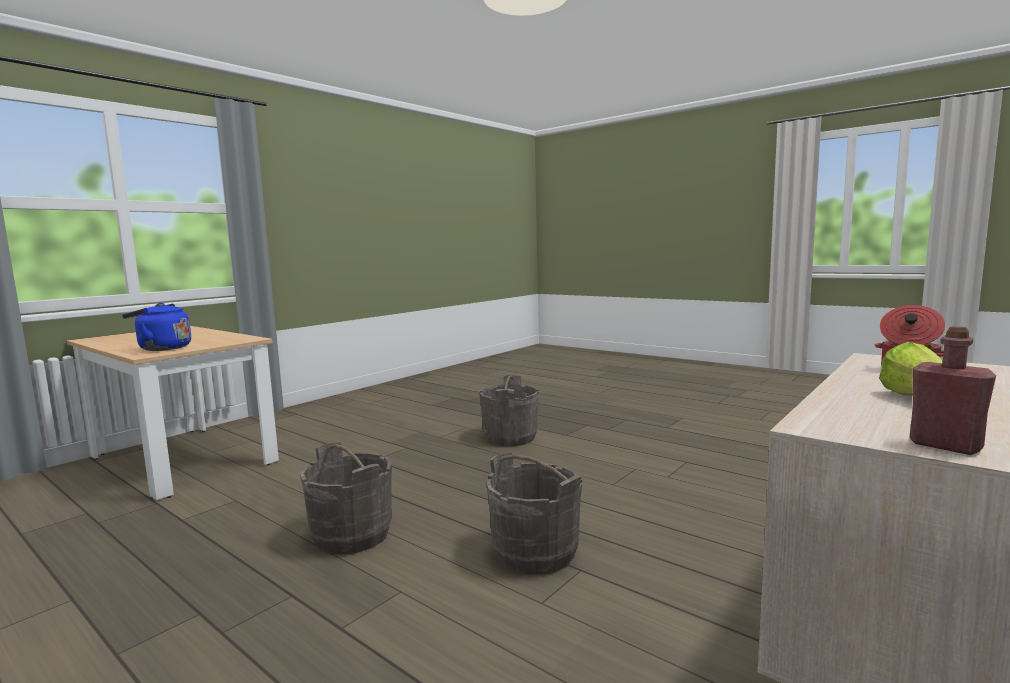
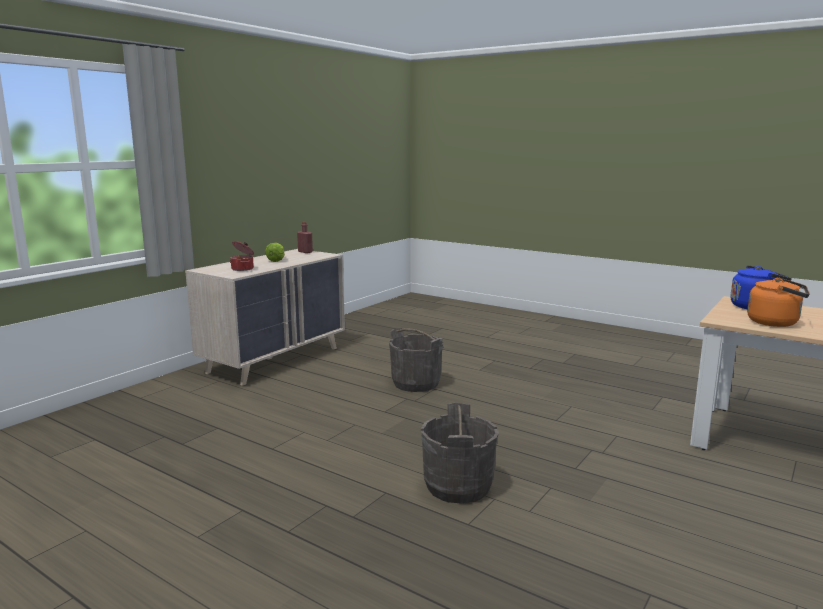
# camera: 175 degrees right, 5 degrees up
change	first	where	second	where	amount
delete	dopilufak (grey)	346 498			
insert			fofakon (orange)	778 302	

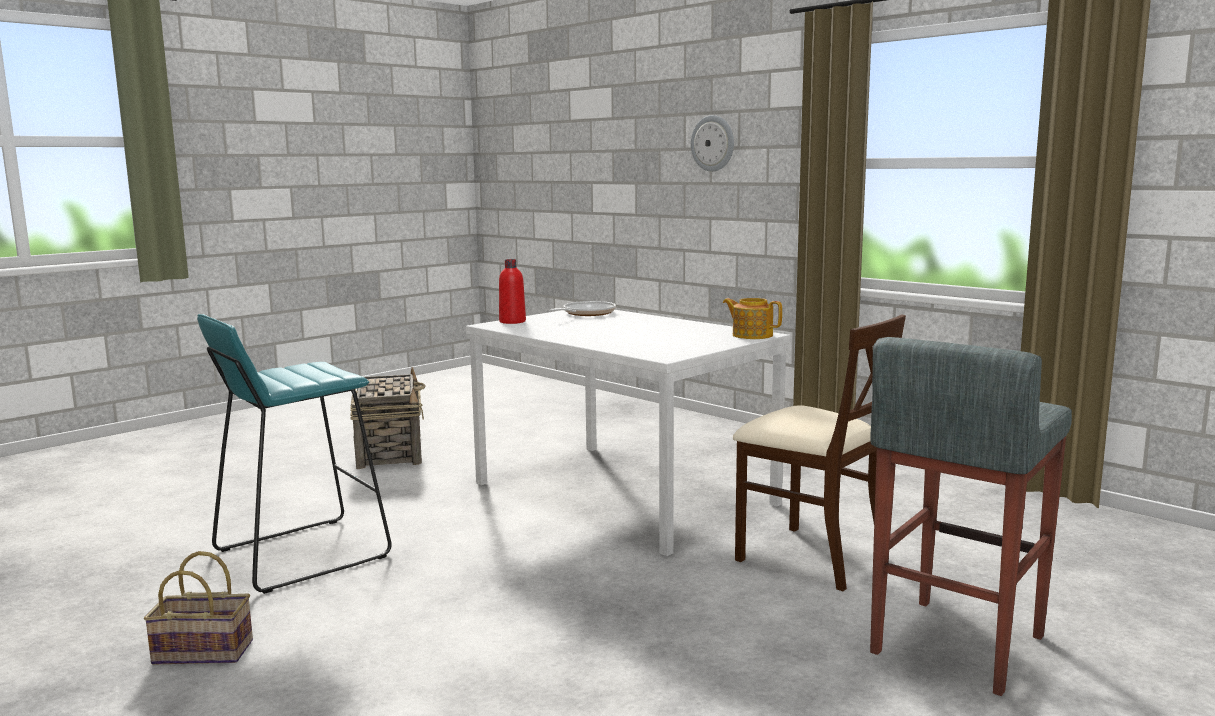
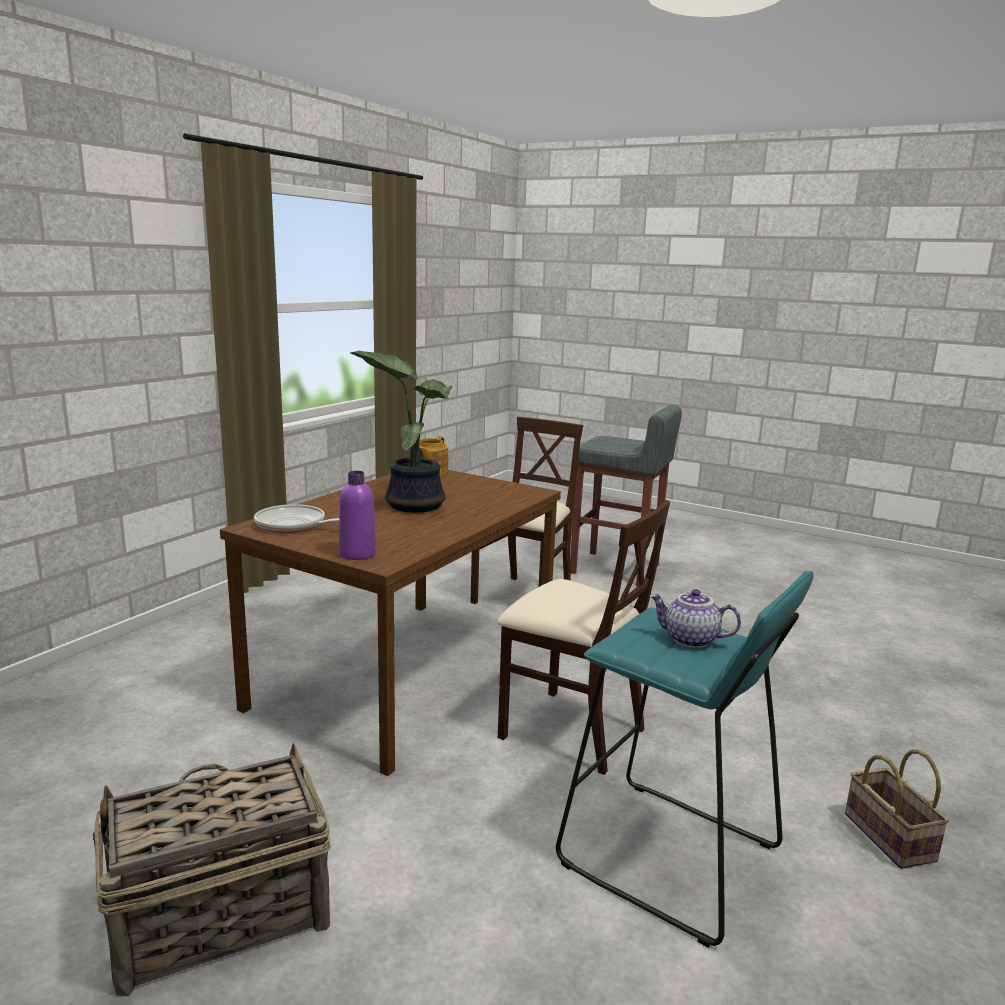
# camera: 105 degrees left, 5 degrees up
change	first	where	second	where	amount
delete	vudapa	712 143			
recolor	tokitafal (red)	512 291	tokitafal (purple)	357 515	
recolor	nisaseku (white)	628 433	nisaseku (brown)	390 623	
insert			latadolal	401 432	
insert			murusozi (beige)	583 637	
insert			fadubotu	695 618	

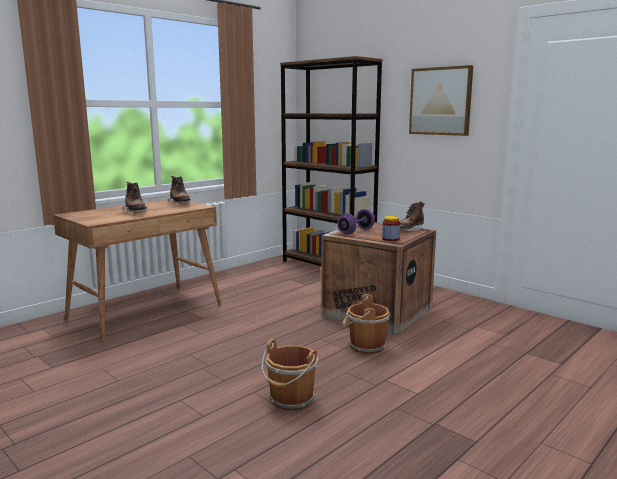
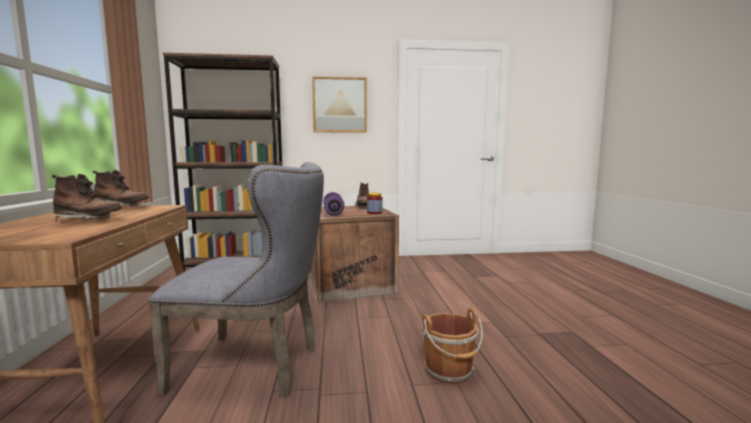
# camera: 50 degrees left, 5 degrees down
change	first	where	second	where	amount
delete	dopilufak (brown)	366 324			
insert			murusozi (grey)	236 280	

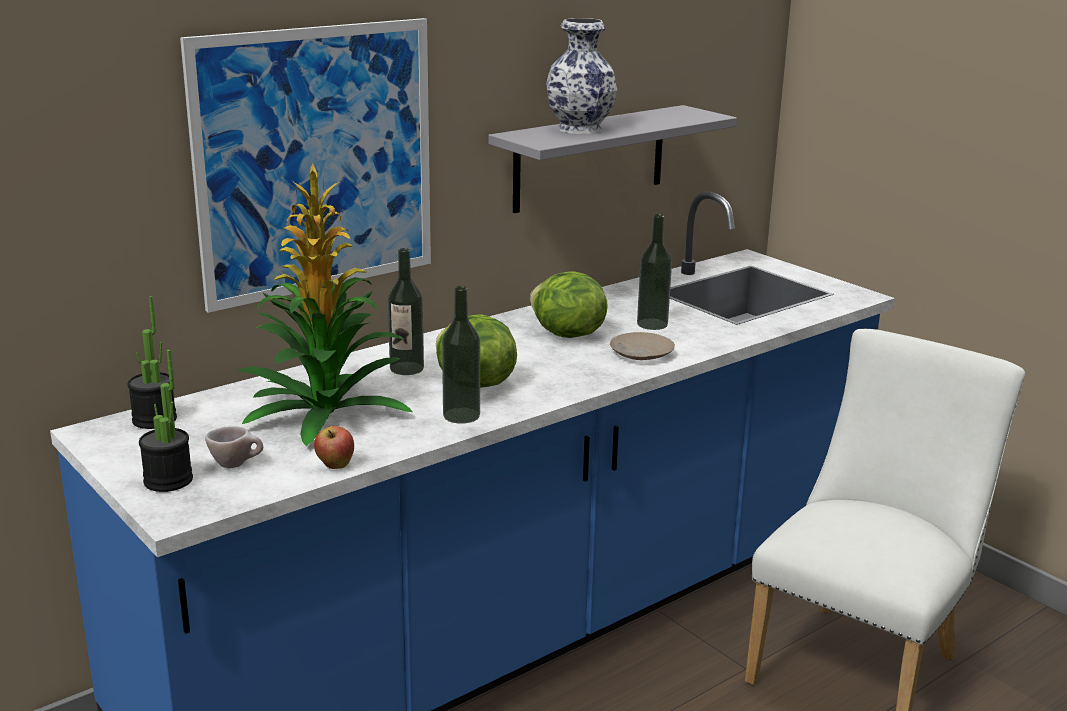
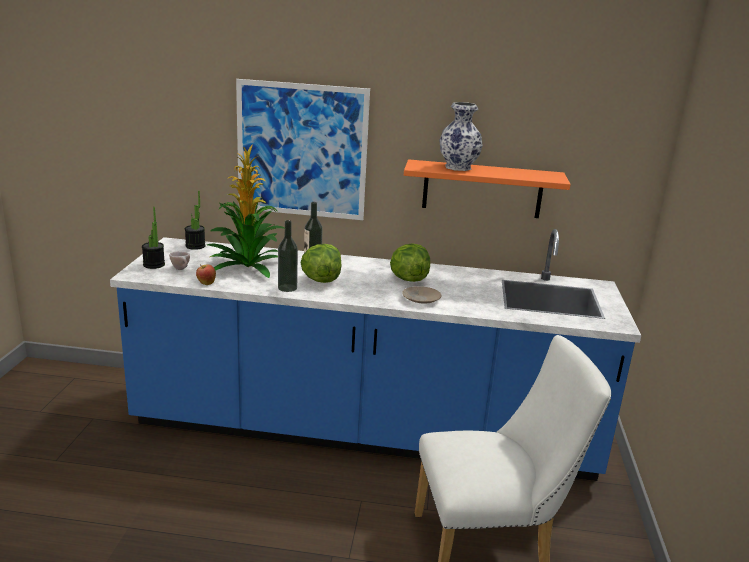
# camera: 45 degrees right, 0 degrees up
change	first	where	second	where	amount
recolor	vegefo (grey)	612 159	vegefo (orange)	487 188	
delete	tokitafal	654 272			

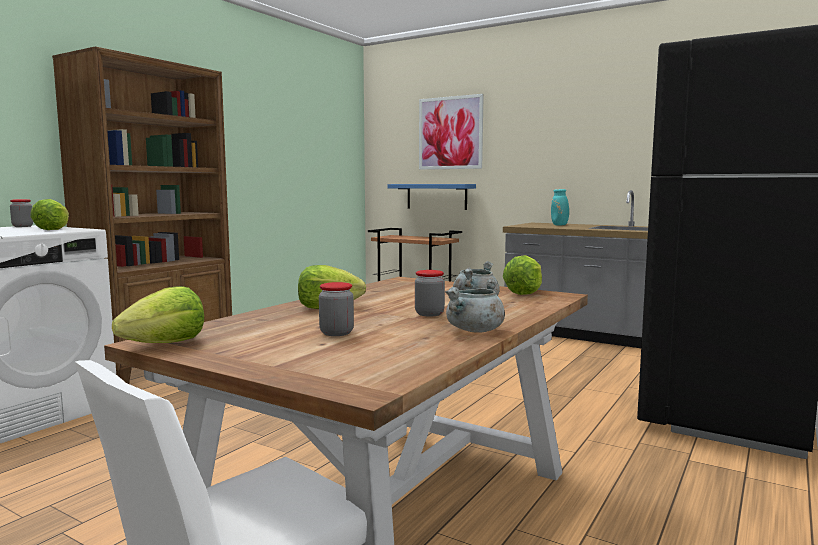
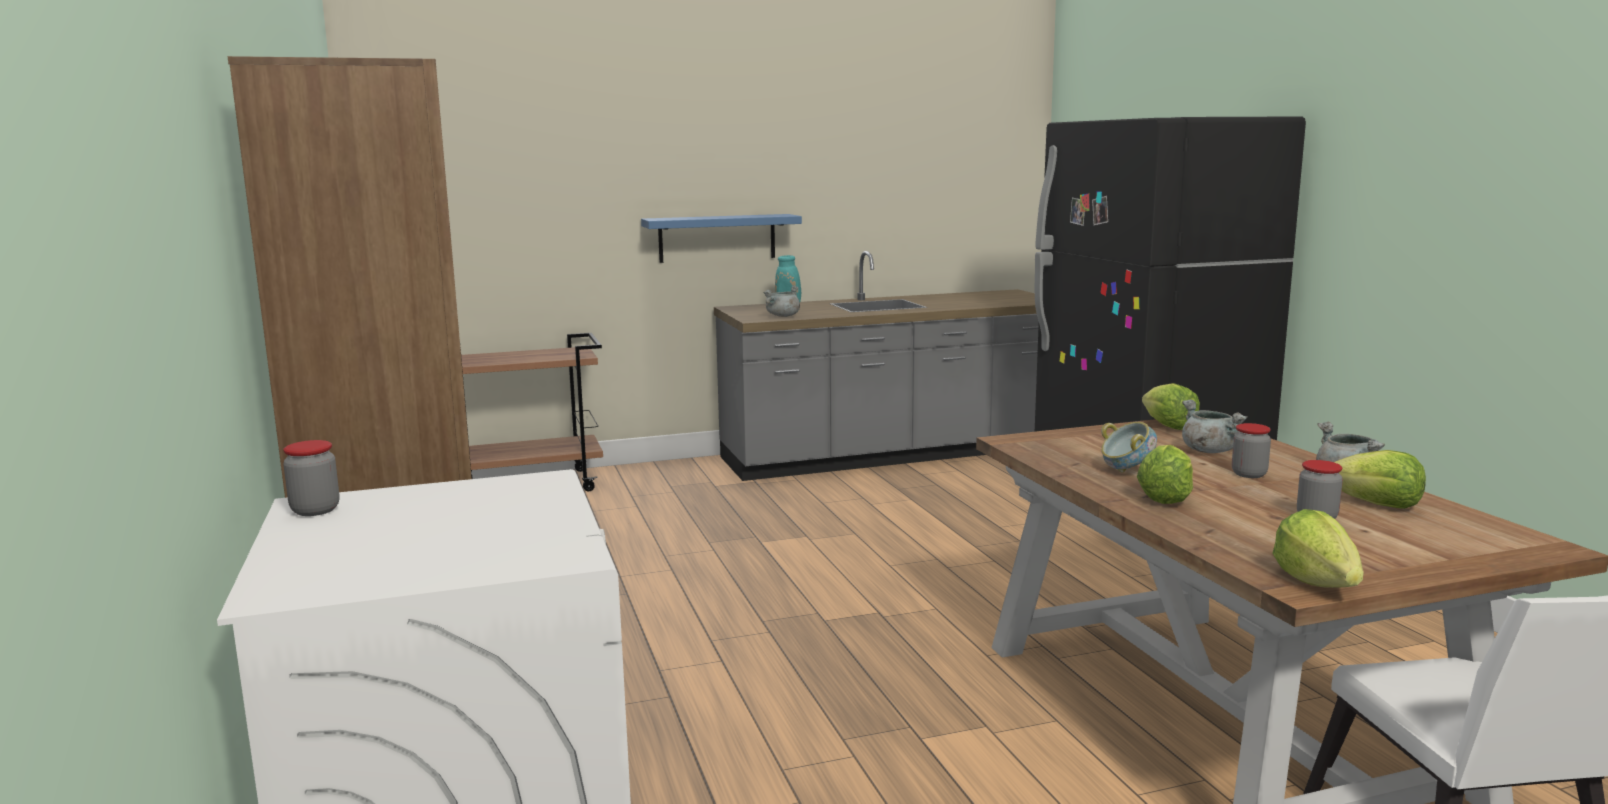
# camera: 50 degrees left, 5 degrees up
change	first	where	second	where	amount
delete	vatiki	451 132			
move	vegefo (blue)	432 197		721 238	
move	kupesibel	49 214		1380 479	
insert			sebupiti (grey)	781 301	
insert			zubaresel	1129 447	

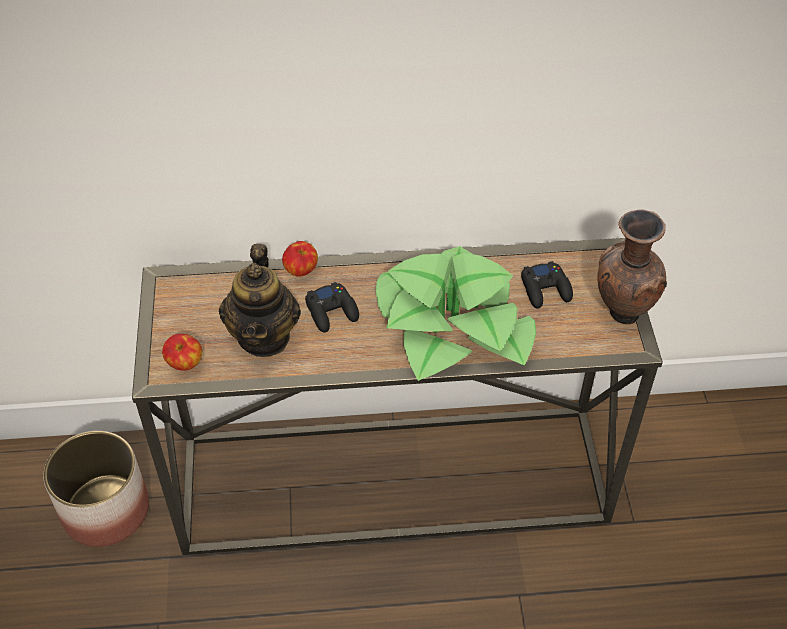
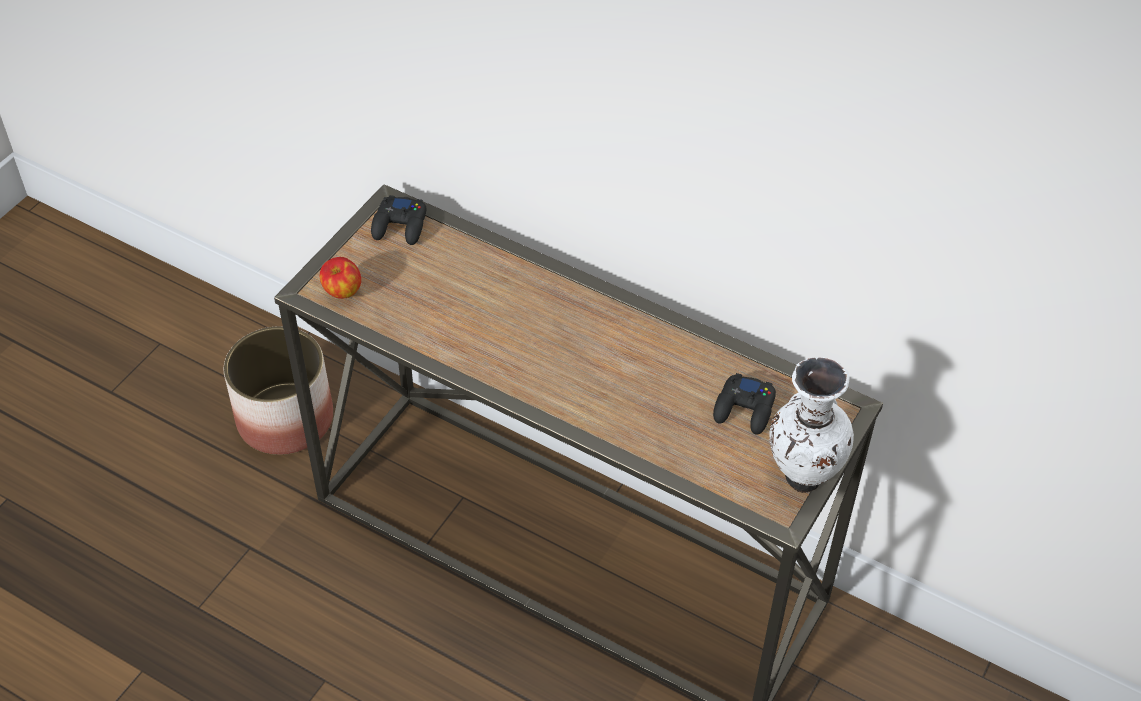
# camera: 35 degrees right, 0 degrees up
change	first	where	second	where	amount
recolor	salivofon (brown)	632 266	salivofon (white)	811 425	
delete	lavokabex	300 259			
delete	fadubotu	260 300			
delete	latadolal	456 313			
move	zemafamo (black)	332 307		398 220	

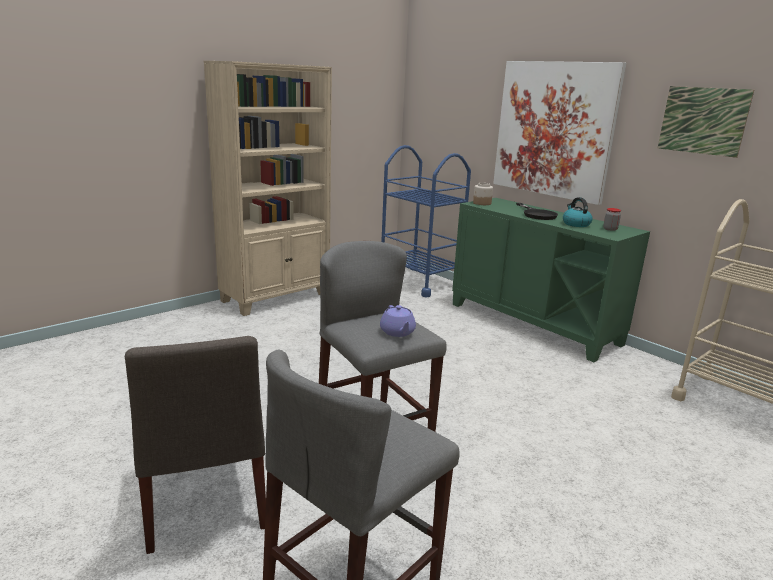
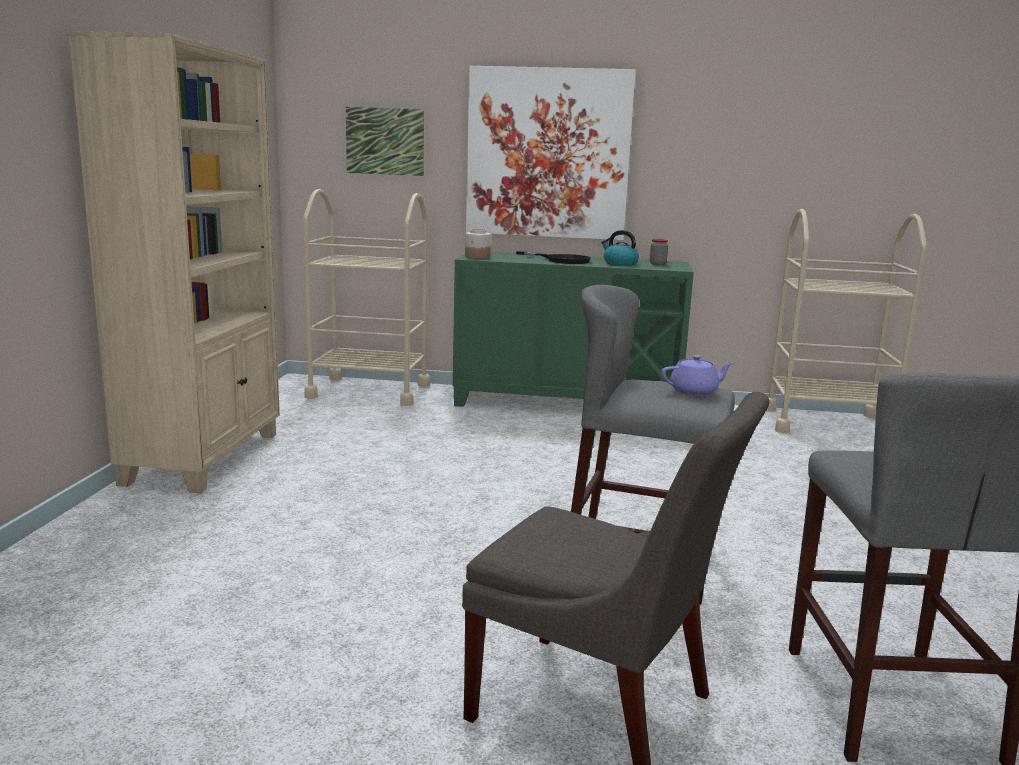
# camera: 40 degrees left, 5 degrees down
change	first	where	second	where	amount
move	vatiki	706 122		385 141	
recolor	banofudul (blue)	426 221	banofudul (beige)	366 297	
rotate	fadubotu (purple)	398 321		697 375	45 degrees counterclockwise

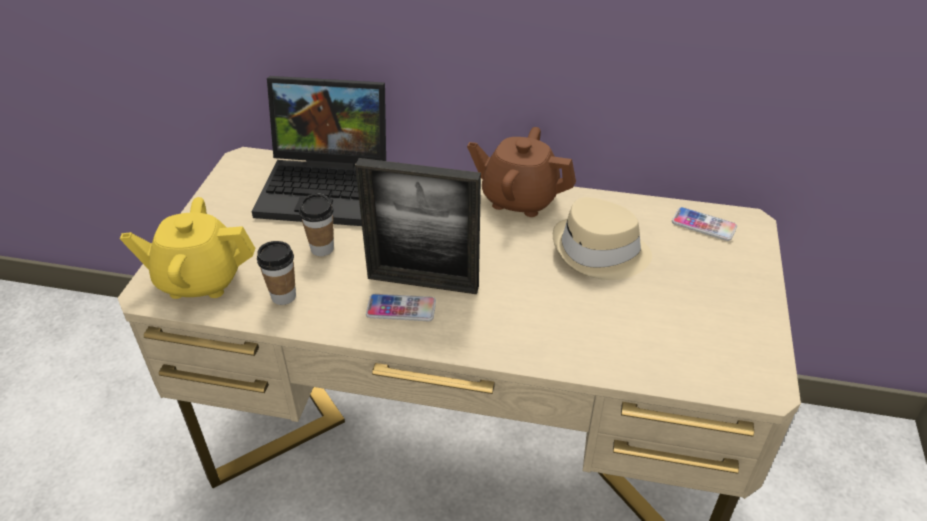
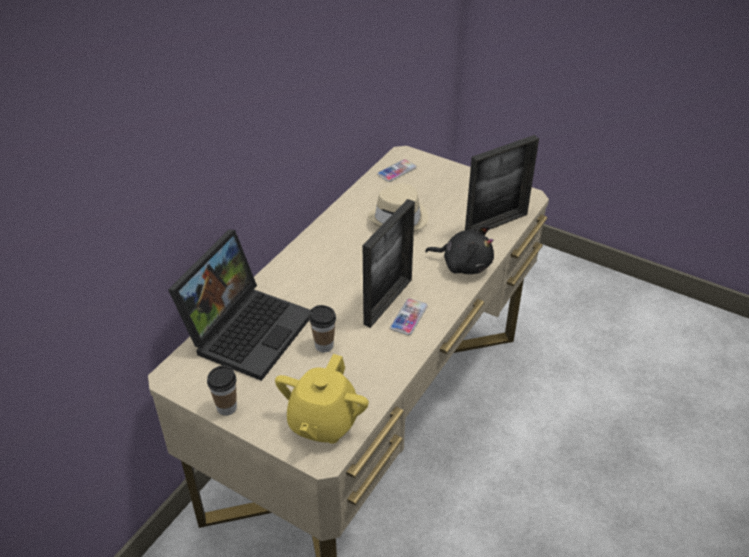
# camera: 70 degrees left, 0 degrees up
change	first	where	second	where	amount
delete	fadubotu (brown)	521 172			
move	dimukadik	276 273		222 390	
insert			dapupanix	502 182	
insert			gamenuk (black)	459 250	

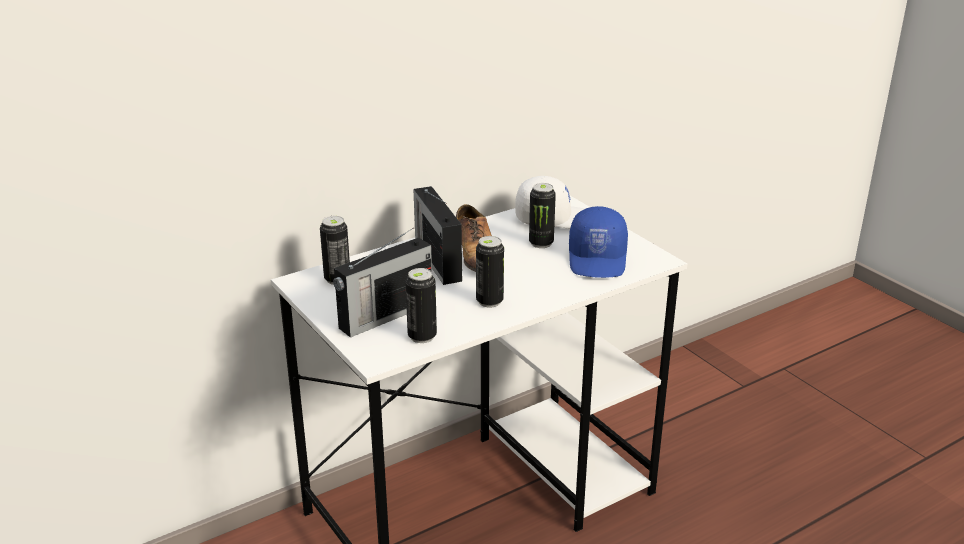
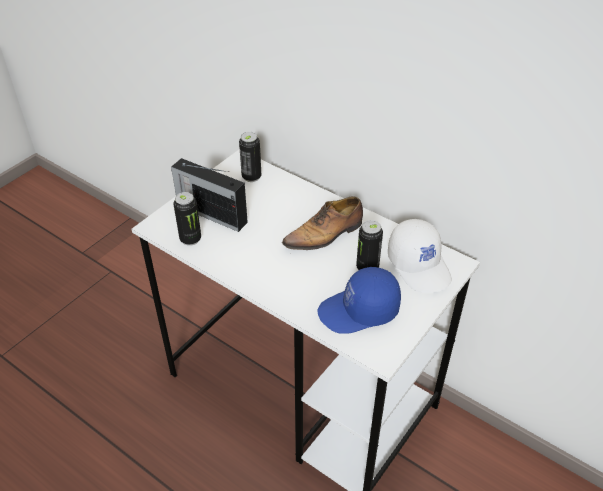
# camera: 70 degrees right, 15 degrees up
change	first	where	second	where	amount
delete	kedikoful	437 235			
delete	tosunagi	490 271			

